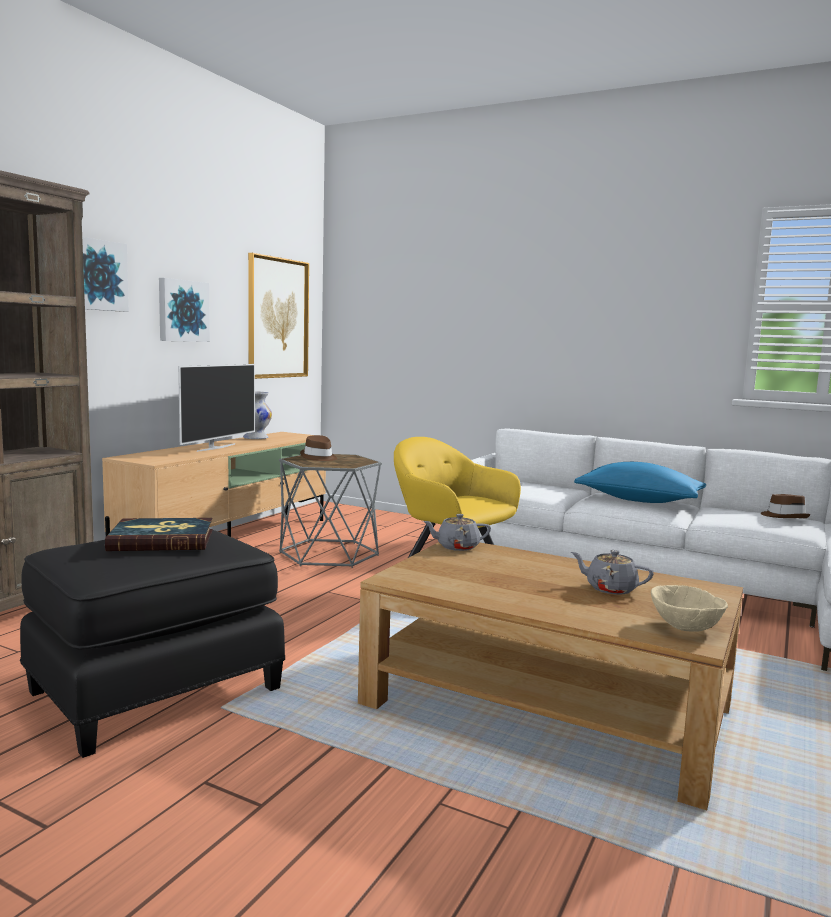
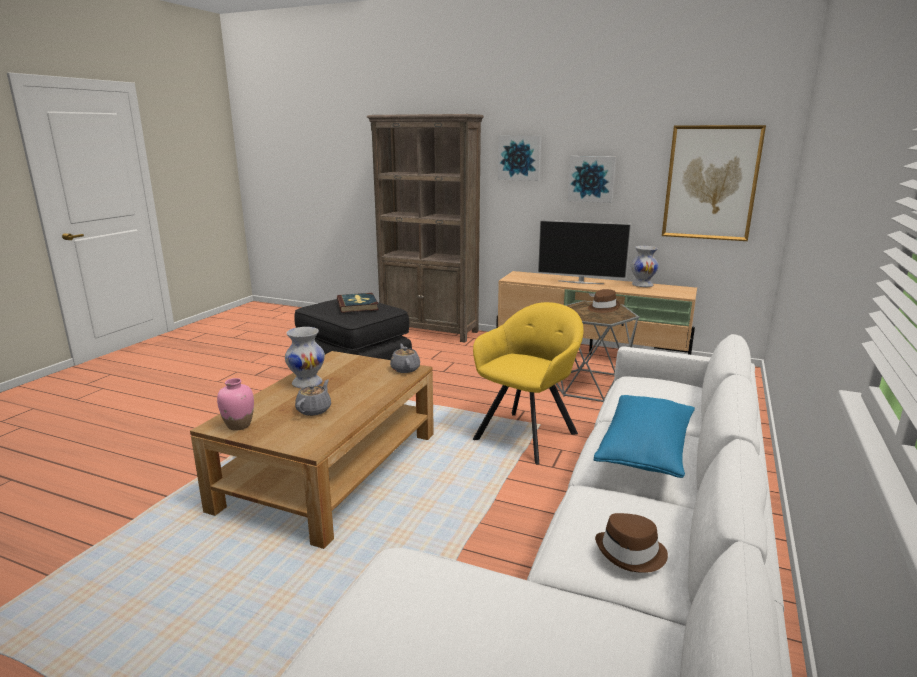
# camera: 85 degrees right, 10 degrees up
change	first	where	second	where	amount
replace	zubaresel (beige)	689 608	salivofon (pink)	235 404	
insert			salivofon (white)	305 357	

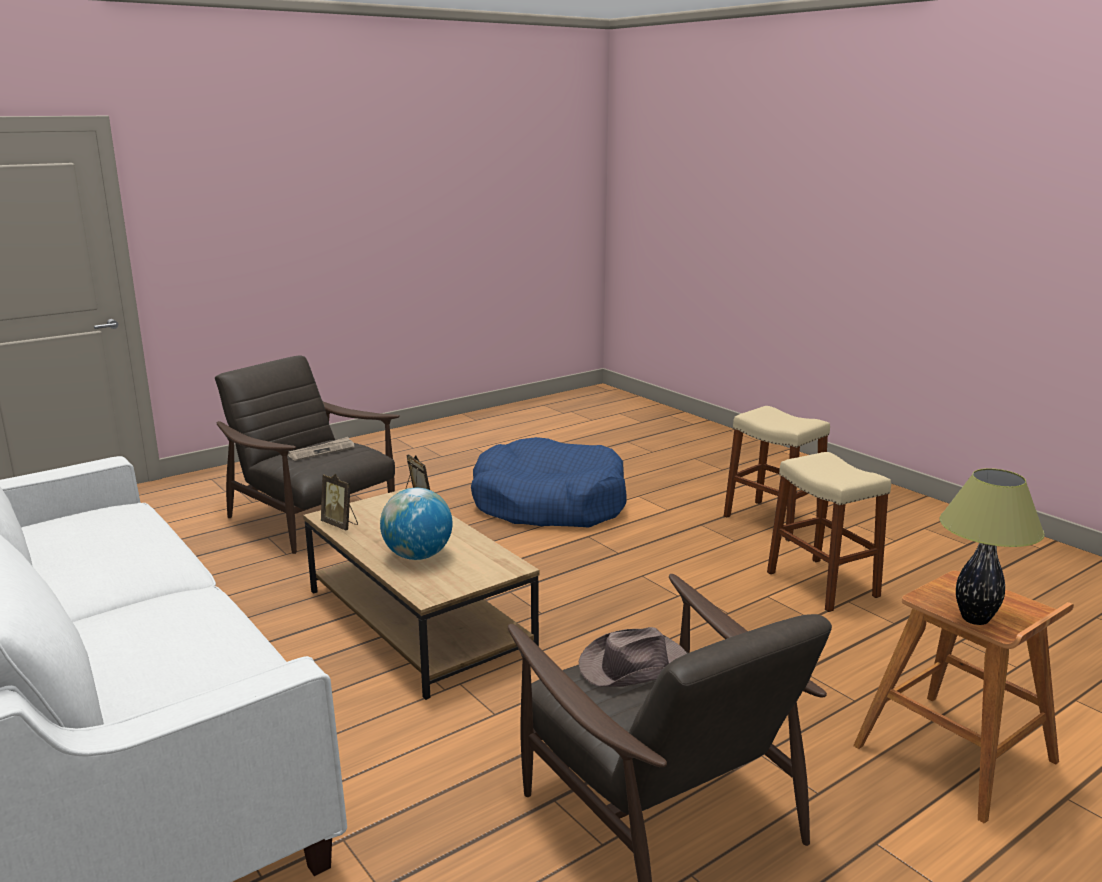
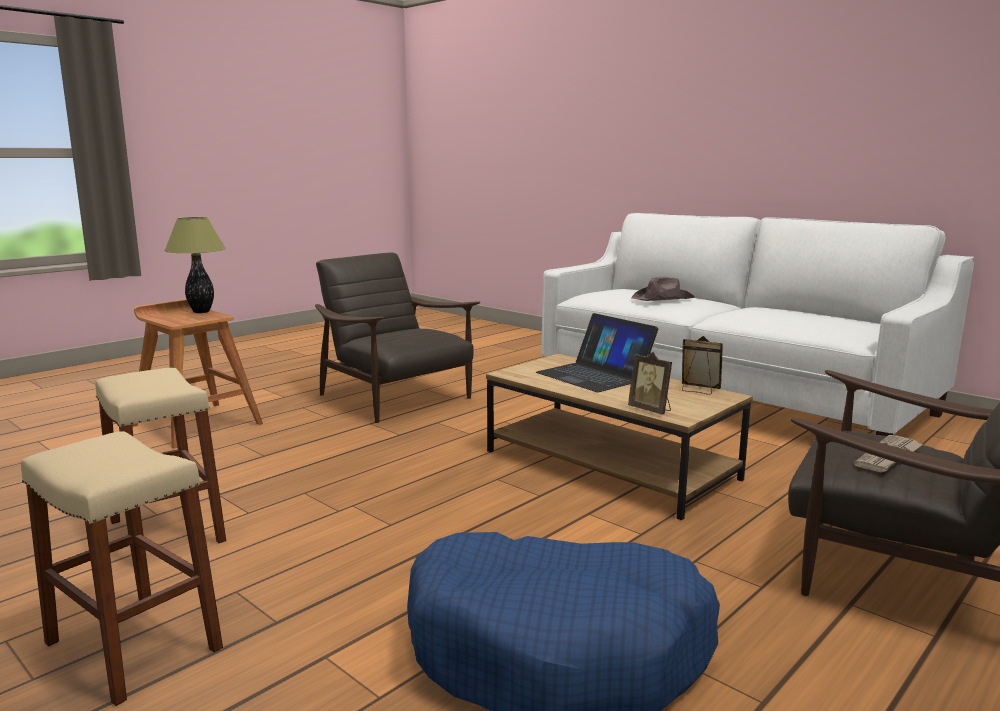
# camera: 170 degrees right, 5 degrees down
change	first	where	second	where	amount
replace	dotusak	416 524	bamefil	597 352	
move	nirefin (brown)	633 657		663 289	

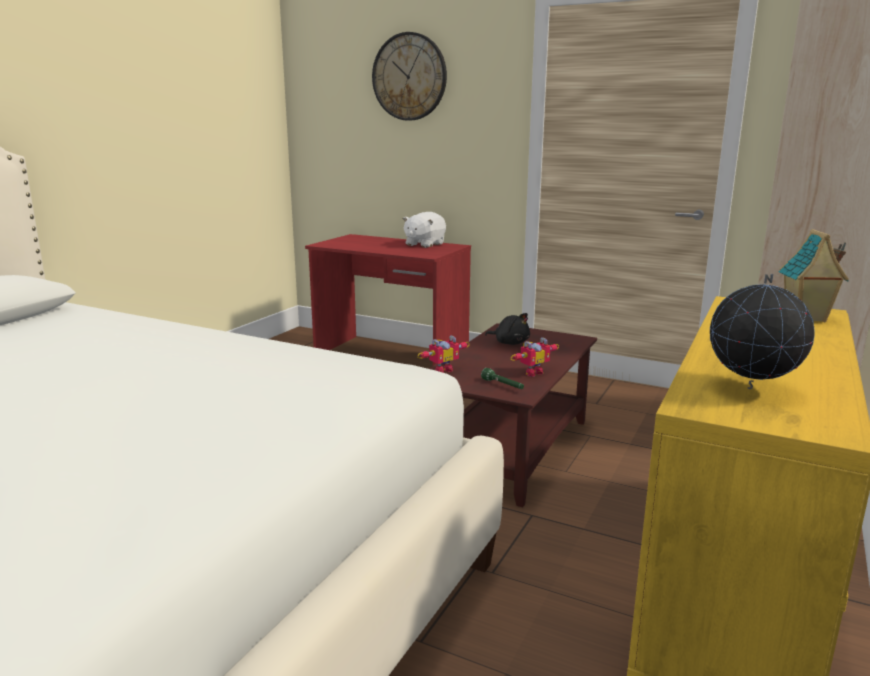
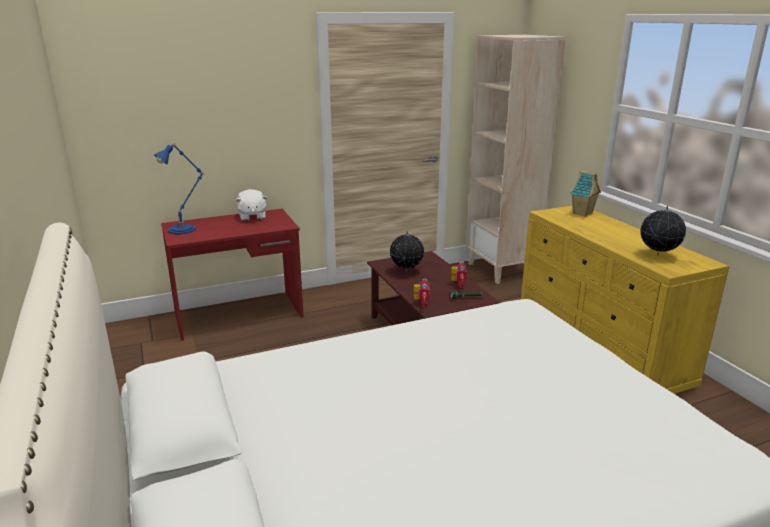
# camera: 50 degrees left, 5 degrees up
change	first	where	second	where	amount
delete	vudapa	409 76			
replace	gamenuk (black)	507 329	dotusak	407 251	
insert			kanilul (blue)	179 188	

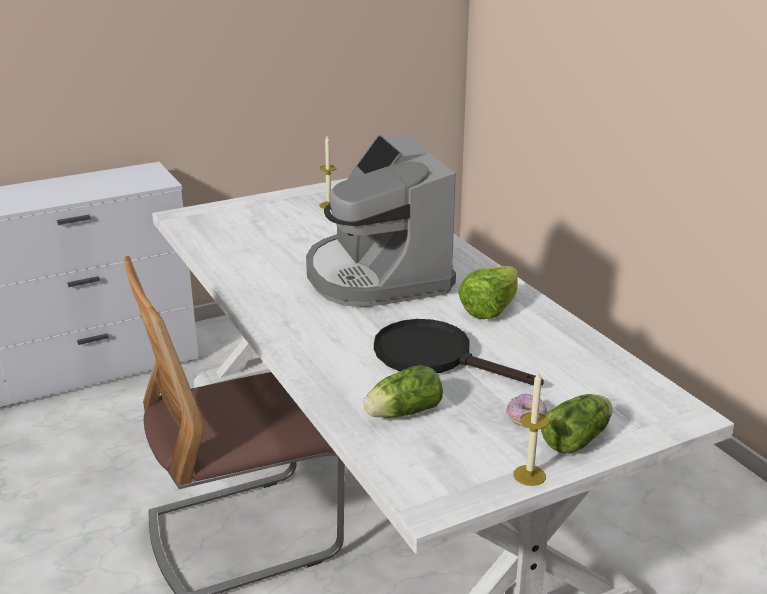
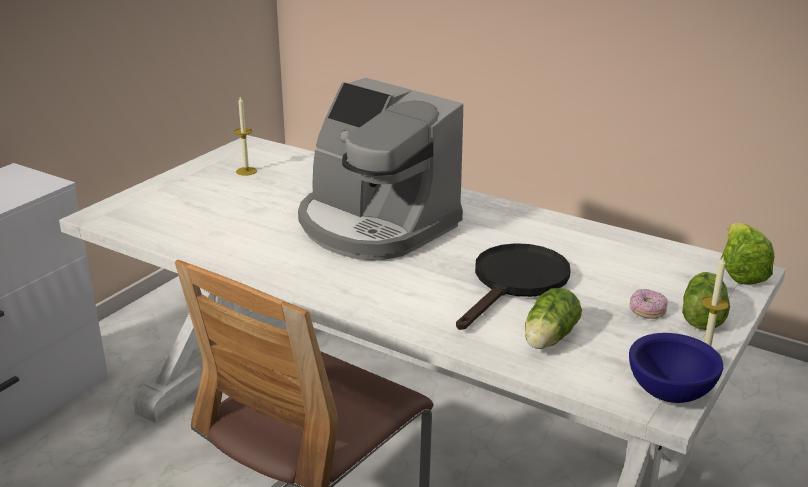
# camera: 30 degrees left, 0 degrees up
change	first	where	second	where	amount
move	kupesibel	488 292		747 254	
rotate	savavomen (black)	459 352		513 286	120 degrees clockwise
insert			zubaresel (blue)	676 368	

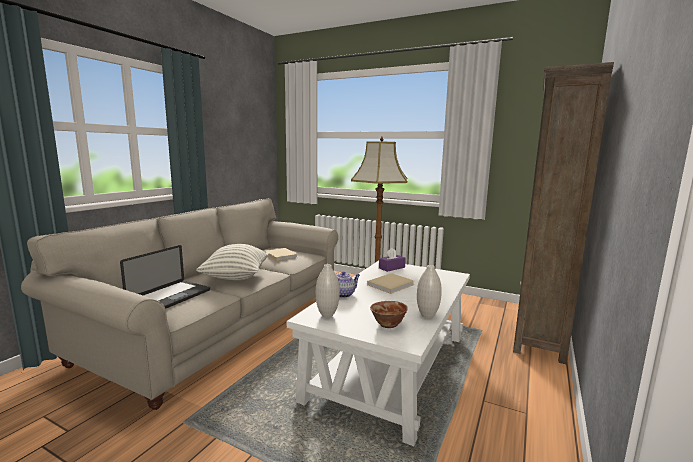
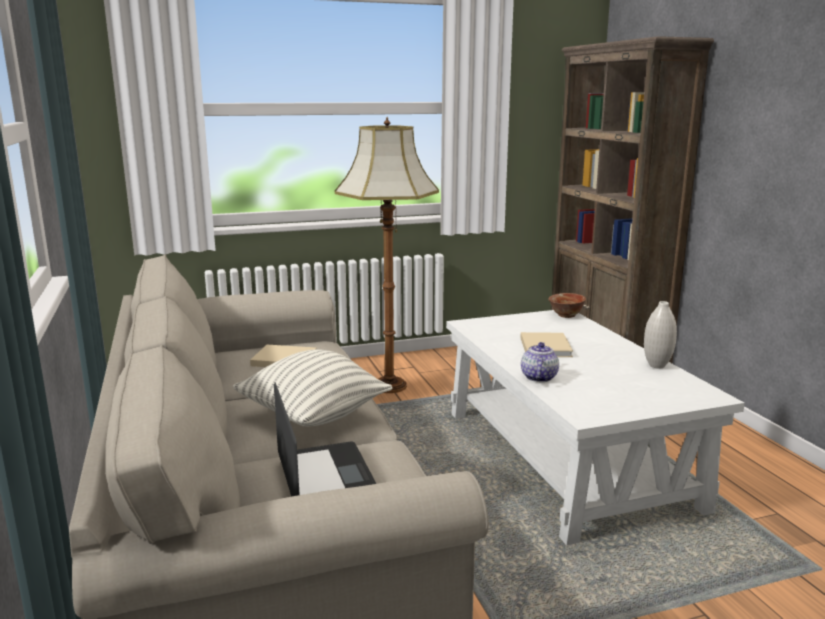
# camera: 45 degrees left, 5 degrees up
change	first	where	second	where	amount
delete	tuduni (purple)	392 260			
delete	salivofon (white)	328 291			
move	zubaresel	389 314		567 305	

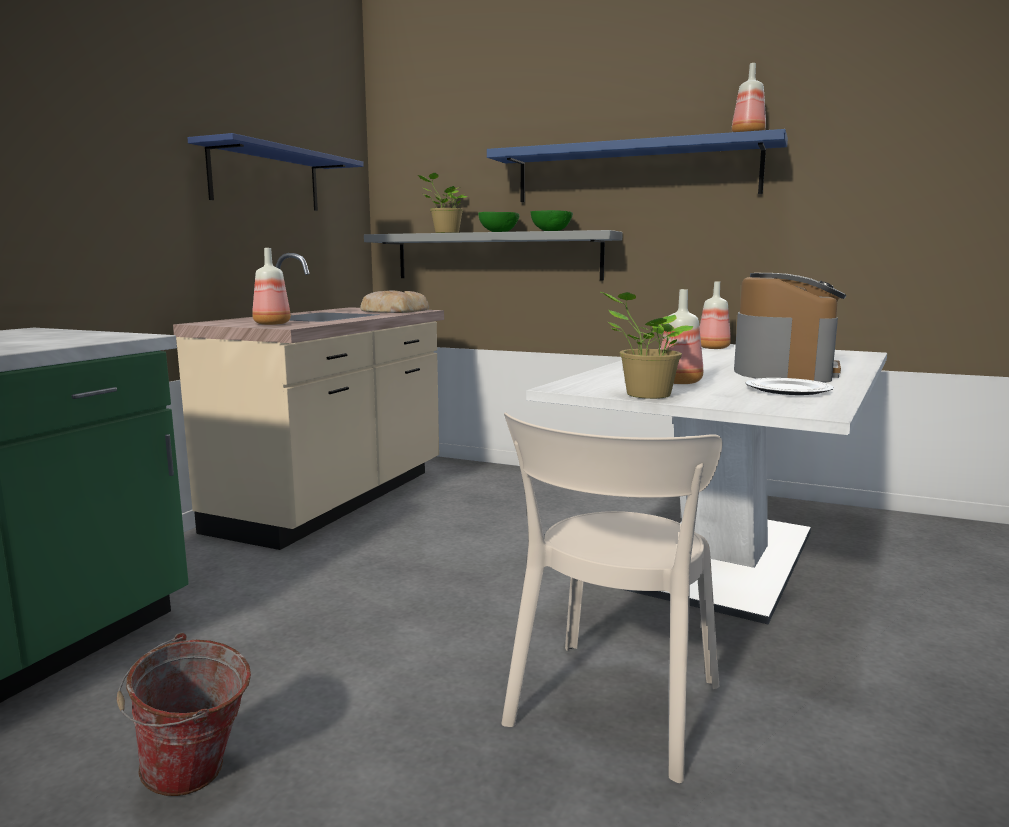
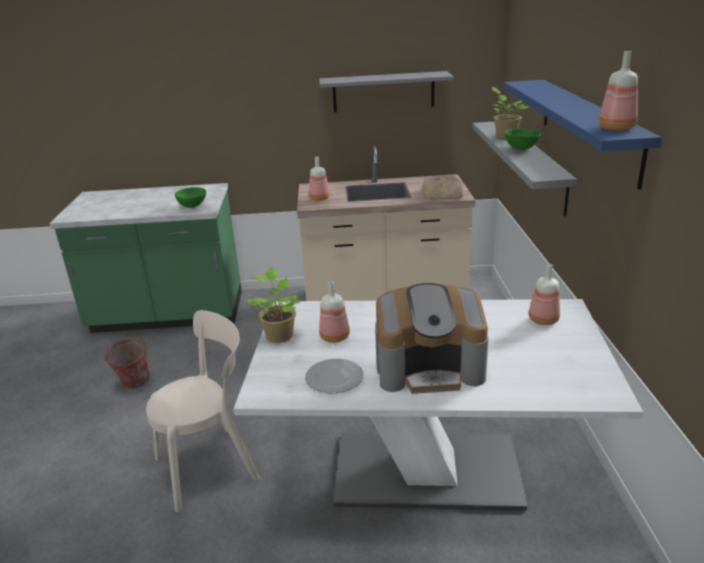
# camera: 65 degrees right, 15 degrees up
change	first	where	second	where	amount
recolor	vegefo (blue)	276 172	vegefo (grey)	386 91	
move	zubaresel (green)	552 220		190 197	
rotate	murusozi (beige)	611 597		203 411	150 degrees clockwise

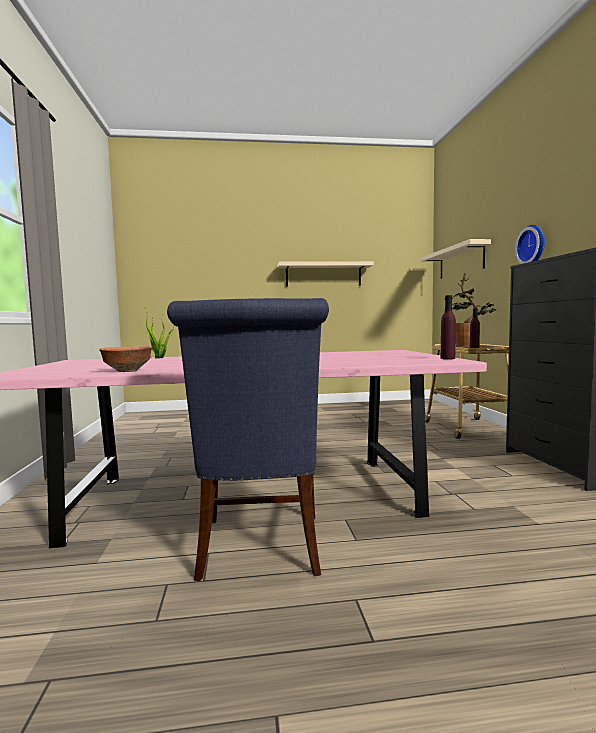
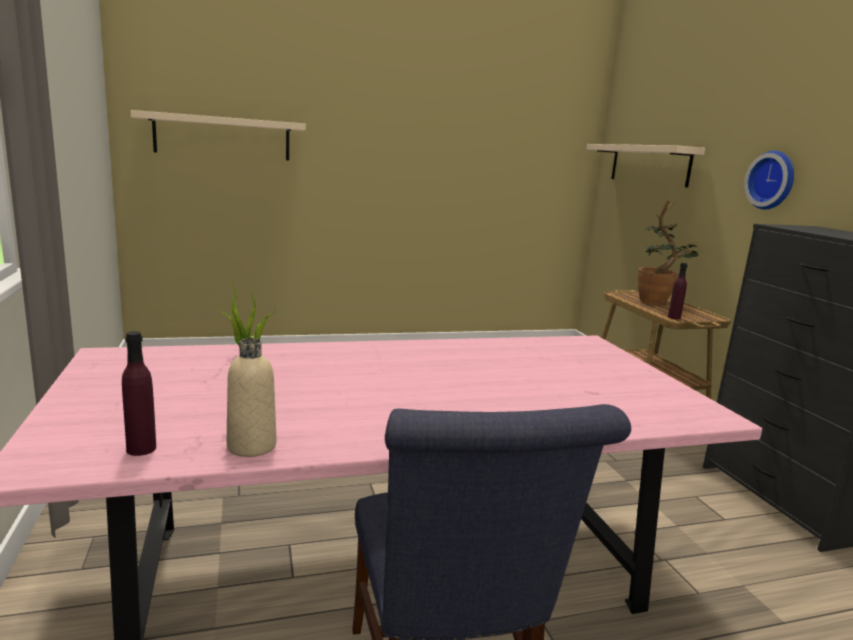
# camera: 10 degrees left, 10 degrees up
change	first	where	second	where	amount
move	vegefo (beige)	325 274		218 135	
move	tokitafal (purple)	448 327		139 393	
replace	zubaresel	126 359	tokitafal (beige)	251 397	

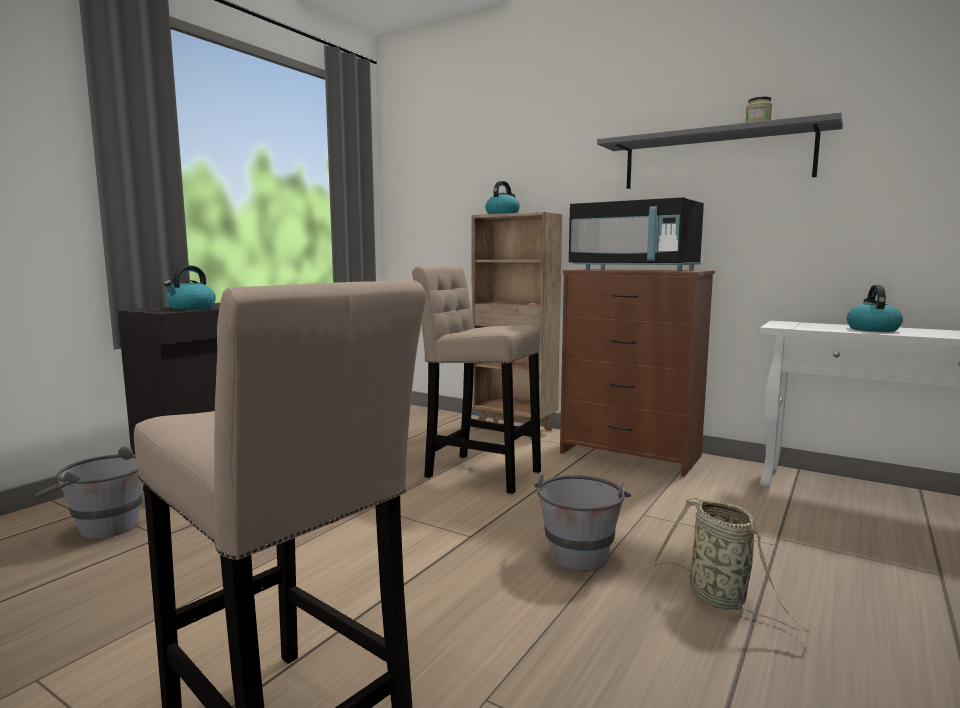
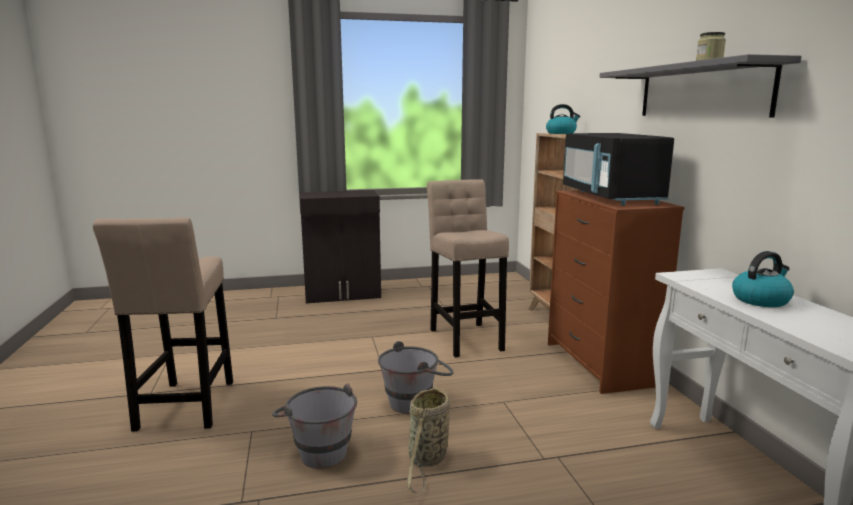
# camera: 45 degrees right, 5 degrees up
change	first	where	second	where	amount
delete	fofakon	189 287			
move	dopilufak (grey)	88 492		314 426	

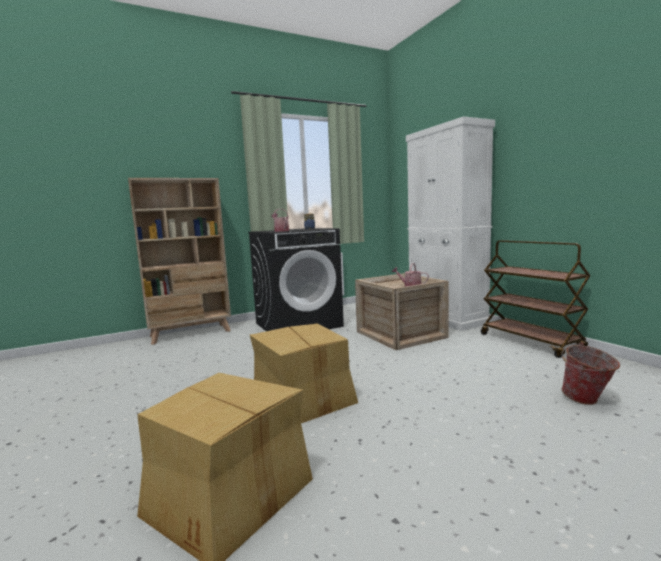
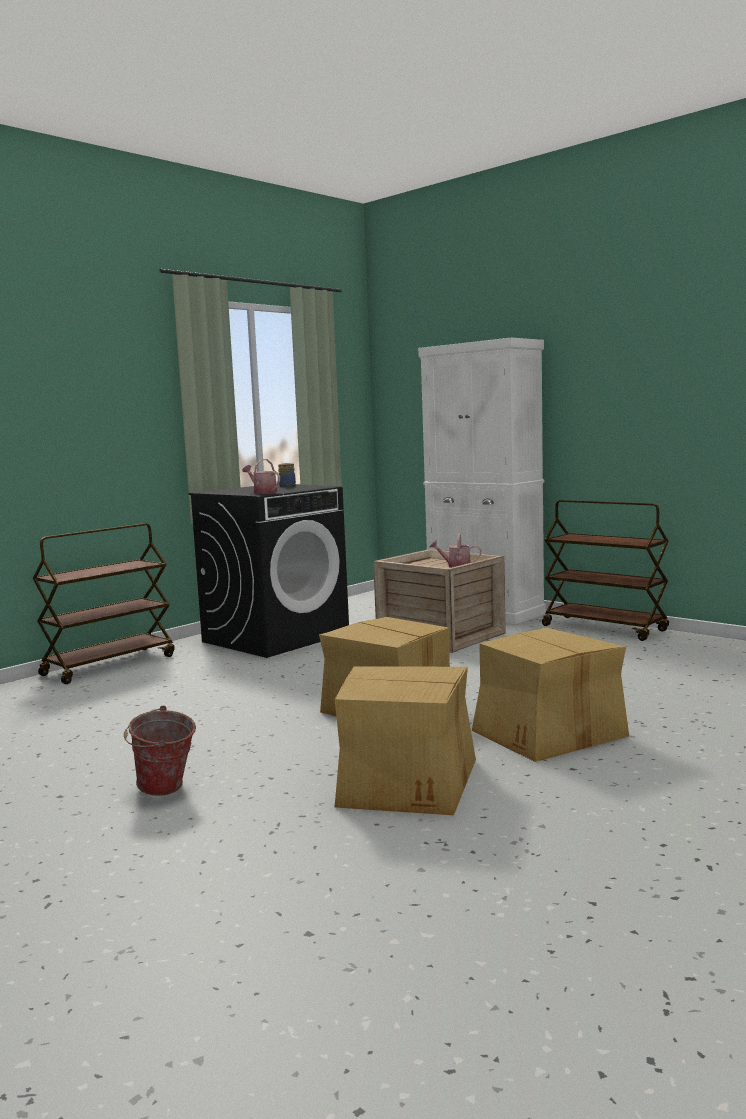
# camera: 20 degrees left, 0 degrees up
change	first	where	second	where	amount
replace	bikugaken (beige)	179 261	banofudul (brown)	104 603	
move	dopilufak	591 373		160 751	
insert			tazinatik	550 695	

